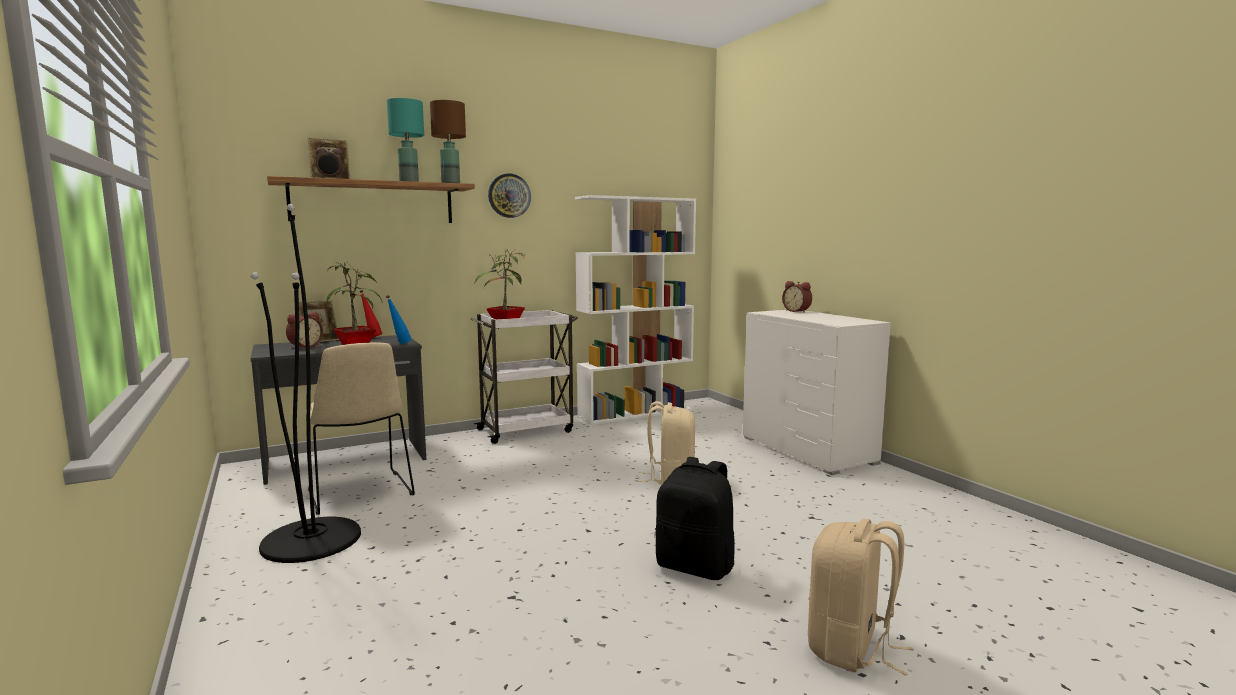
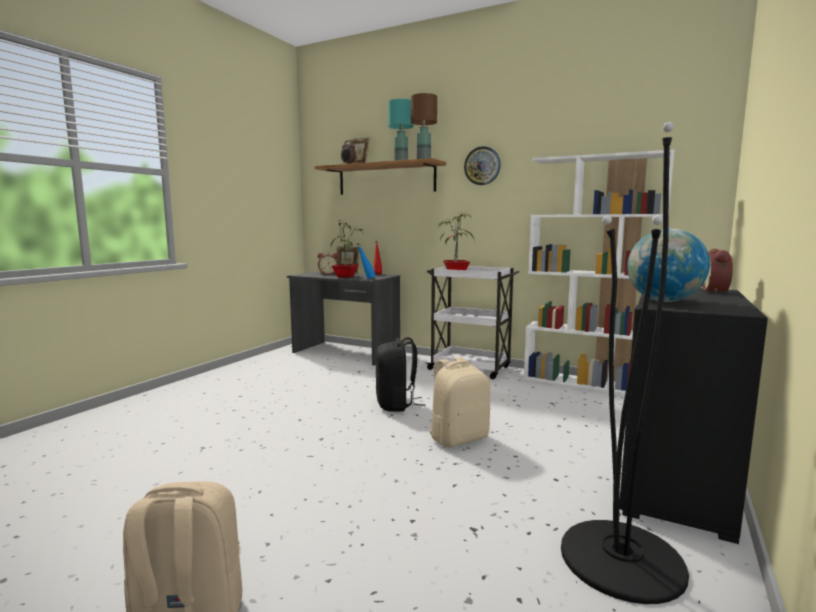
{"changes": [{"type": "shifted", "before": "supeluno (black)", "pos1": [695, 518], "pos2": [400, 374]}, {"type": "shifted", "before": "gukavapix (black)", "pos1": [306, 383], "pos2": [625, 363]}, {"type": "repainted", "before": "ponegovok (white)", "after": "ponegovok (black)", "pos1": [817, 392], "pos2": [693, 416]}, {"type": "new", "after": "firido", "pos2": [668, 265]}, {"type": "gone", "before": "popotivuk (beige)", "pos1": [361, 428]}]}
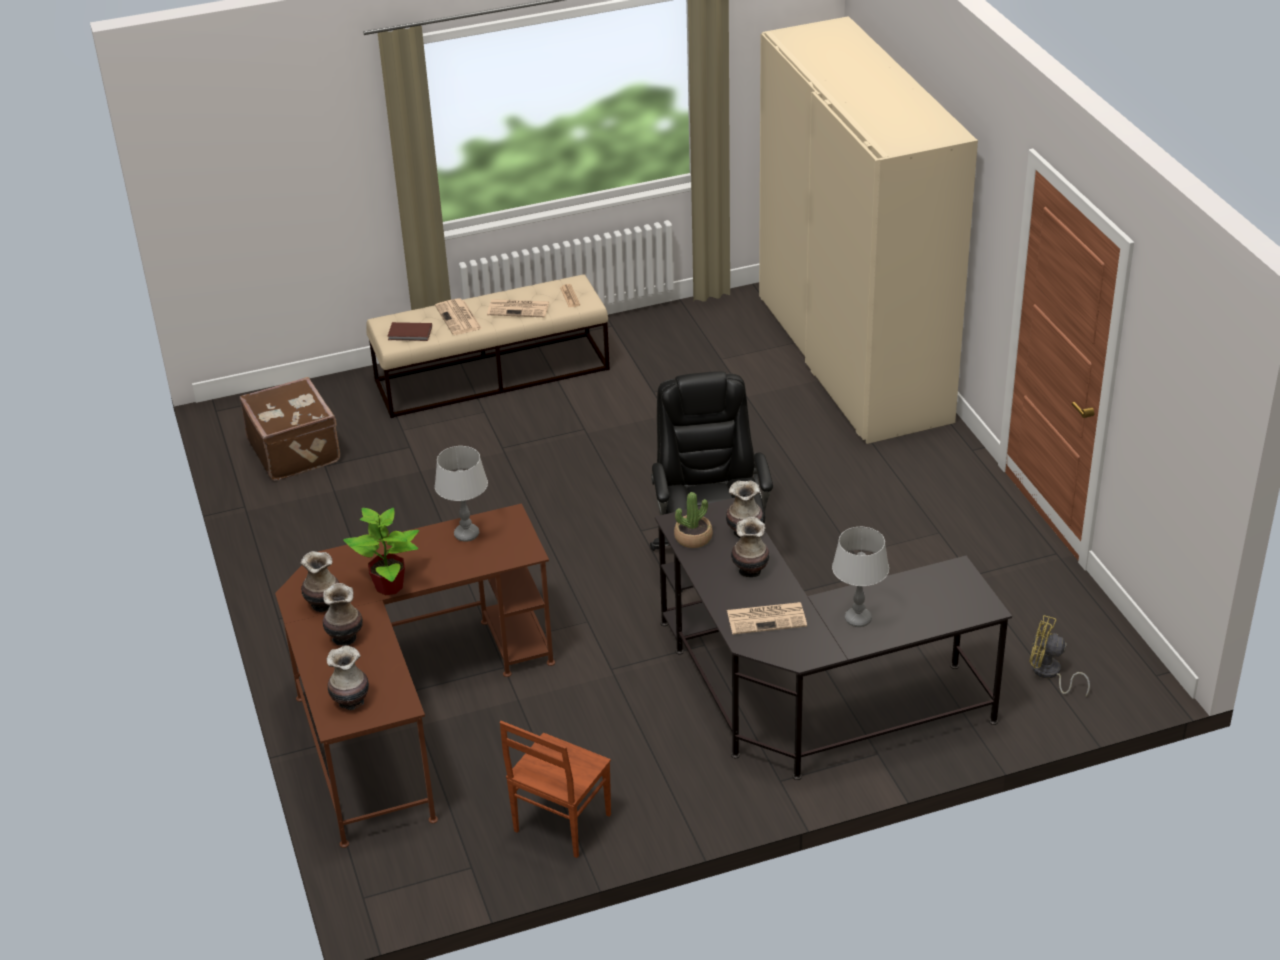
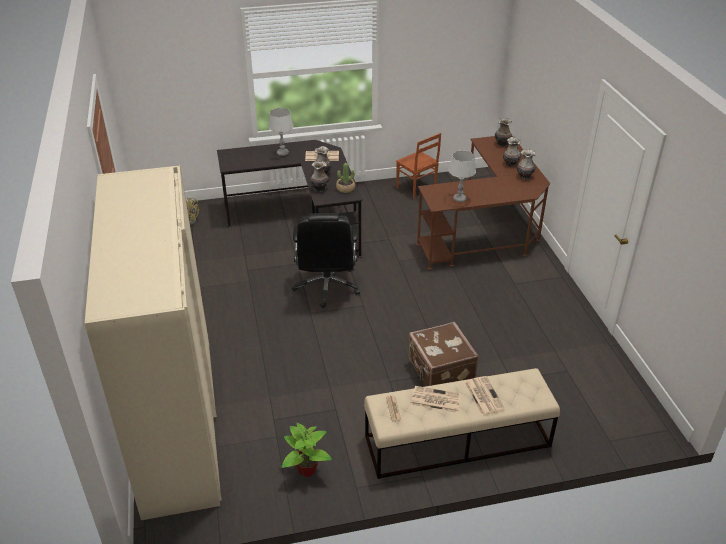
{"changes": [{"type": "shifted", "before": "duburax", "pos1": [381, 551], "pos2": [307, 450]}, {"type": "rotated", "before": "popotivuk (brown)", "pos1": [555, 789], "pos2": [418, 166], "turn": 105}, {"type": "shifted", "before": "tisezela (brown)", "pos1": [290, 429], "pos2": [443, 354]}, {"type": "gone", "before": "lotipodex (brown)", "pos1": [410, 331]}]}
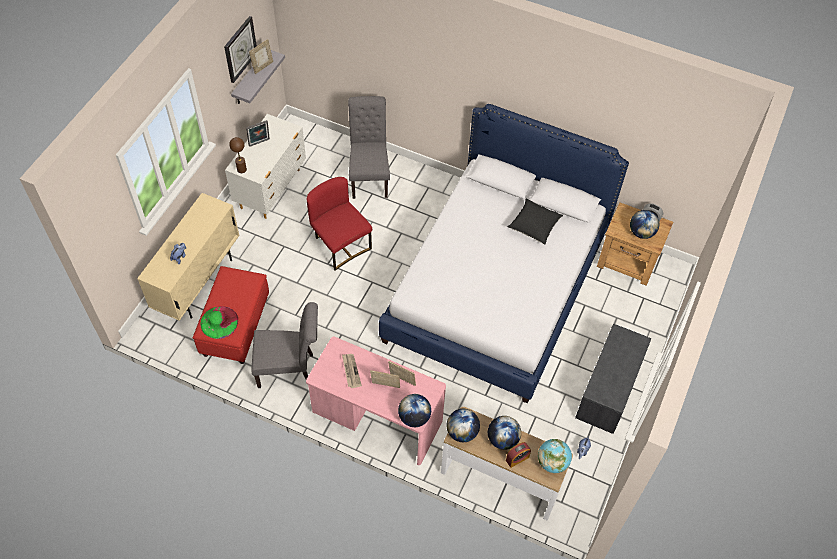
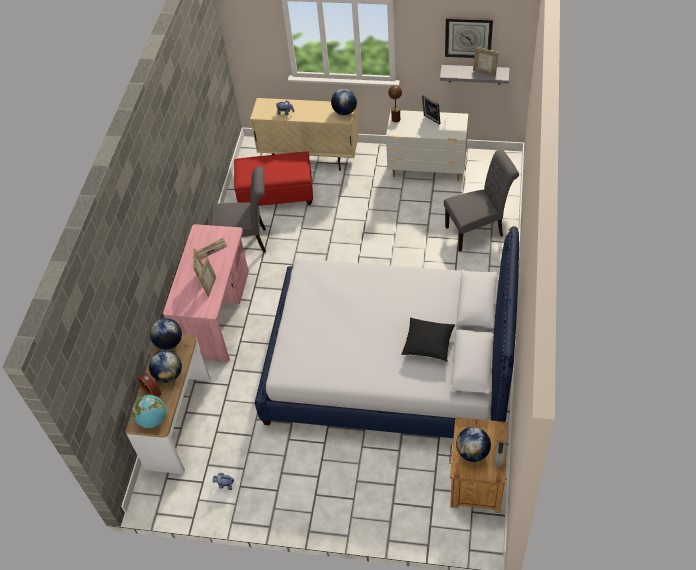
{"changes": [{"type": "rotated", "before": "popotivuk (grey)", "pos1": [284, 345], "pos2": [238, 209], "turn": -75}, {"type": "shifted", "before": "firido", "pos1": [414, 410], "pos2": [344, 102]}, {"type": "gone", "before": "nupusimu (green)", "pos1": [219, 322]}, {"type": "gone", "before": "popotivuk (red)", "pos1": [339, 224]}, {"type": "gone", "before": "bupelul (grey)", "pos1": [613, 379]}]}
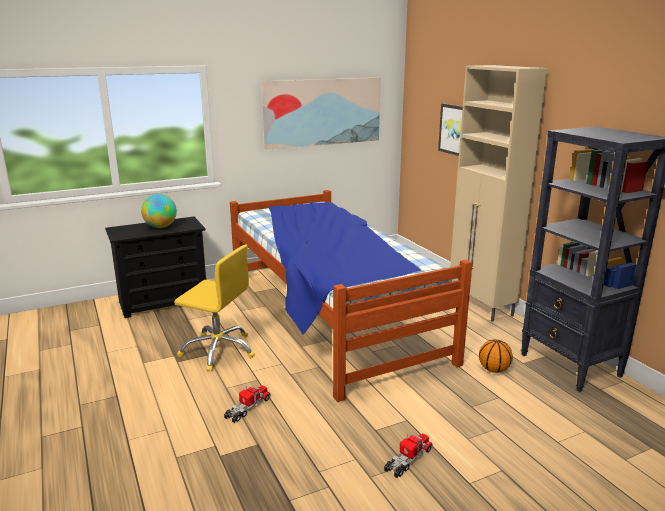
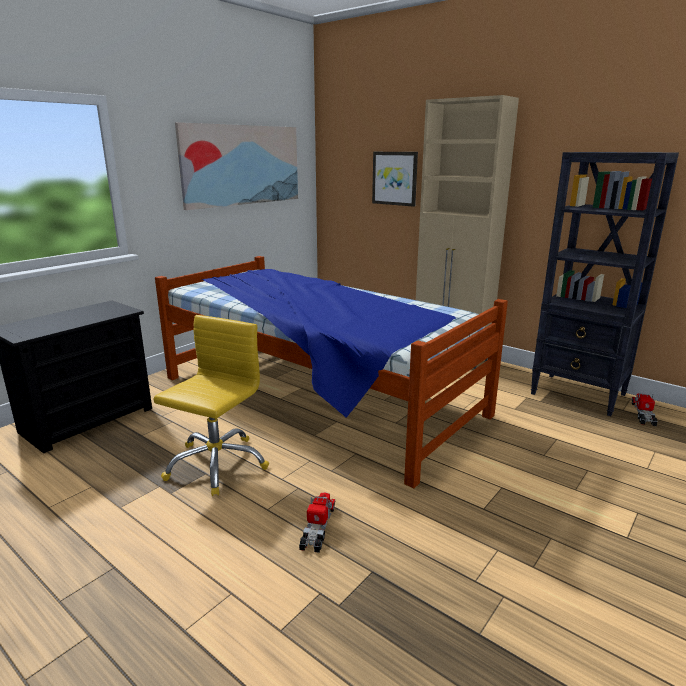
{"changes": [{"type": "rotated", "before": "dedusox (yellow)", "pos1": [214, 308], "pos2": [211, 405], "turn": -60}, {"type": "shifted", "before": "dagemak", "pos1": [408, 455], "pos2": [644, 409]}, {"type": "gone", "before": "firido", "pos1": [159, 211]}, {"type": "gone", "before": "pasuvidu", "pos1": [496, 356]}]}
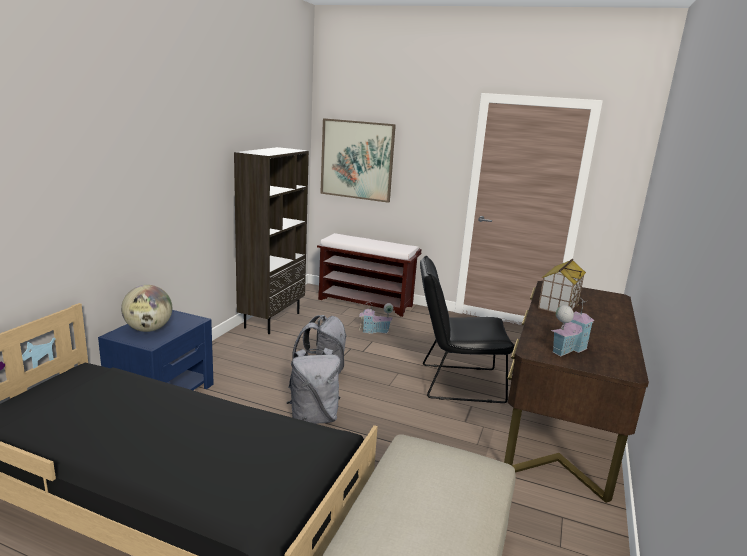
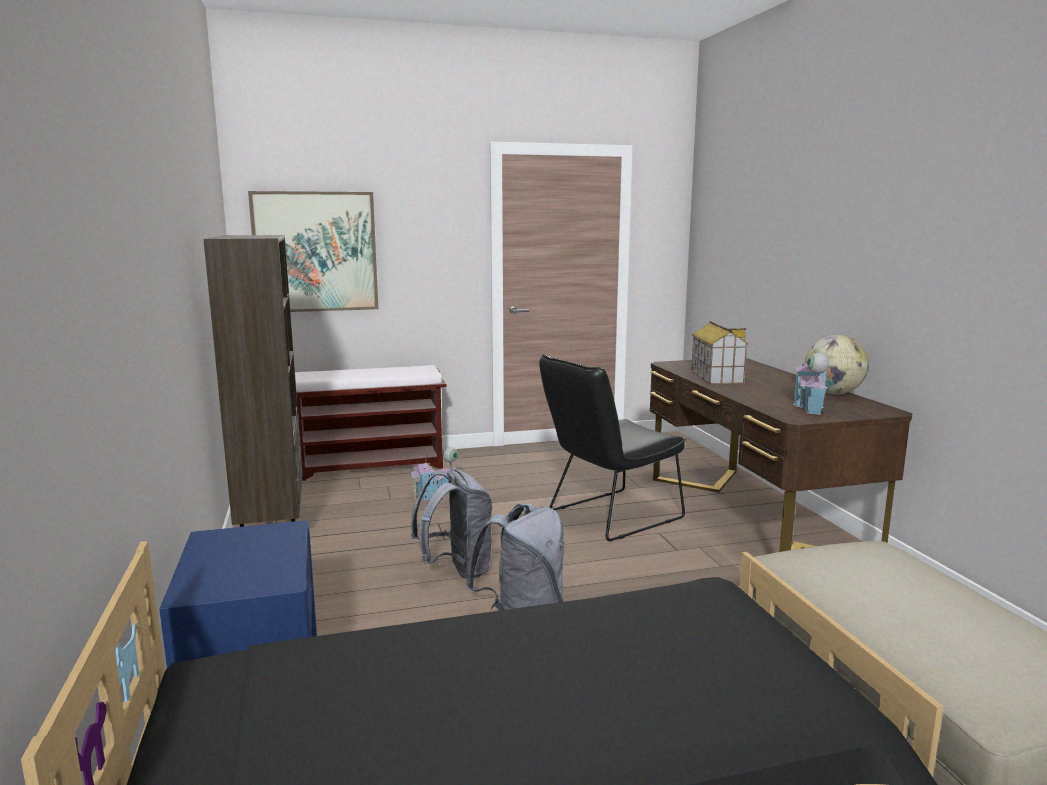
{"changes": [{"type": "shifted", "before": "firido", "pos1": [146, 308], "pos2": [837, 364]}]}
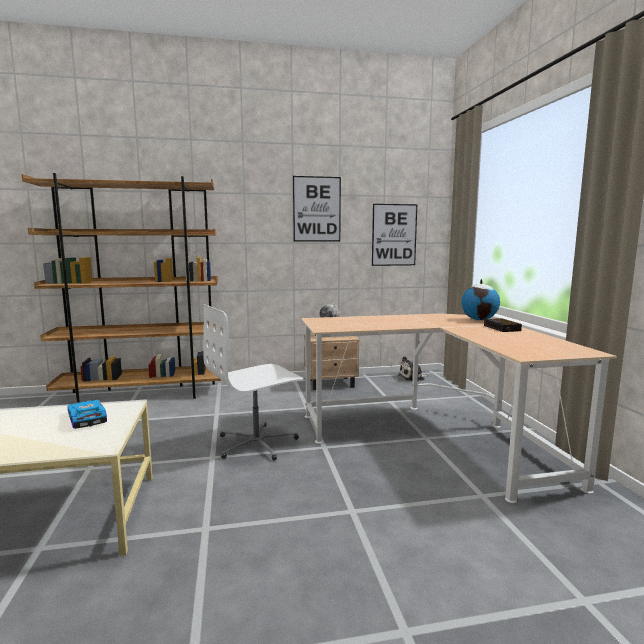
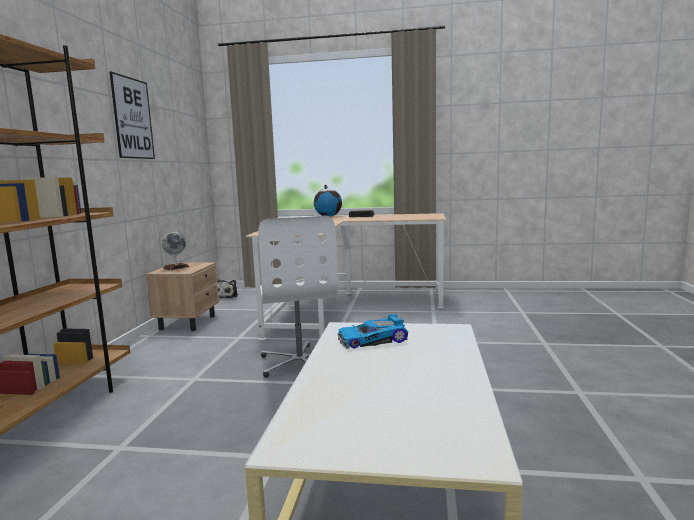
{"changes": [{"type": "gone", "before": "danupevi", "pos1": [394, 235]}]}
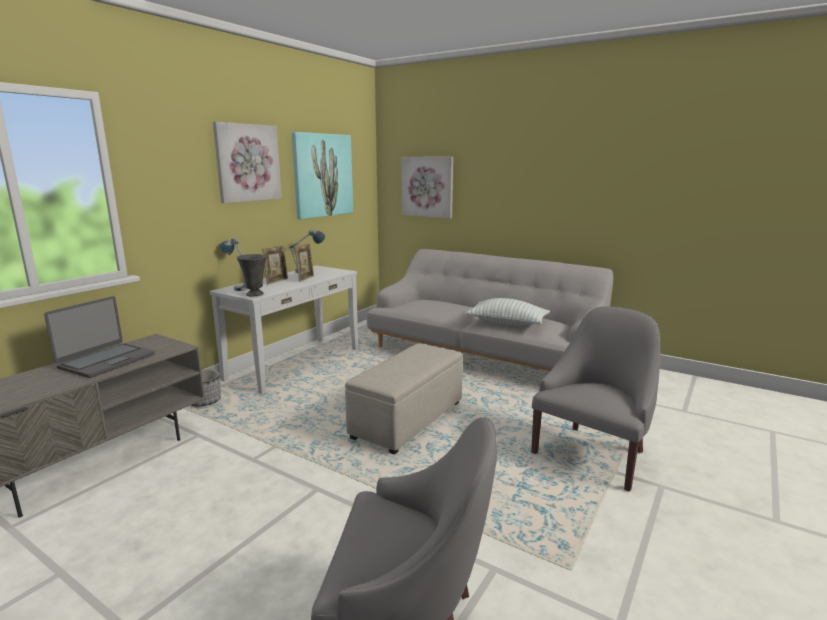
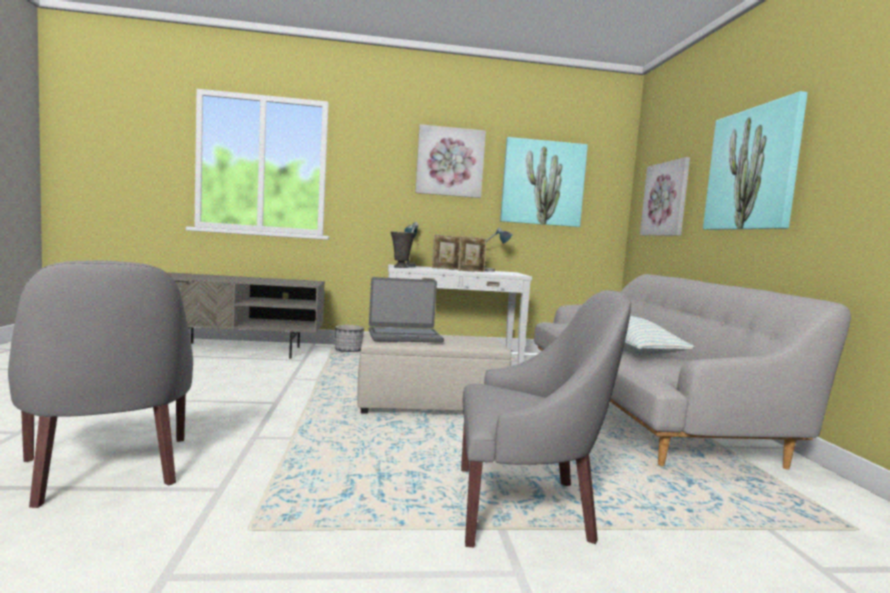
{"changes": [{"type": "shifted", "before": "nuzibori", "pos1": [99, 337], "pos2": [406, 310]}, {"type": "new", "after": "danupevi", "pos2": [755, 160]}]}
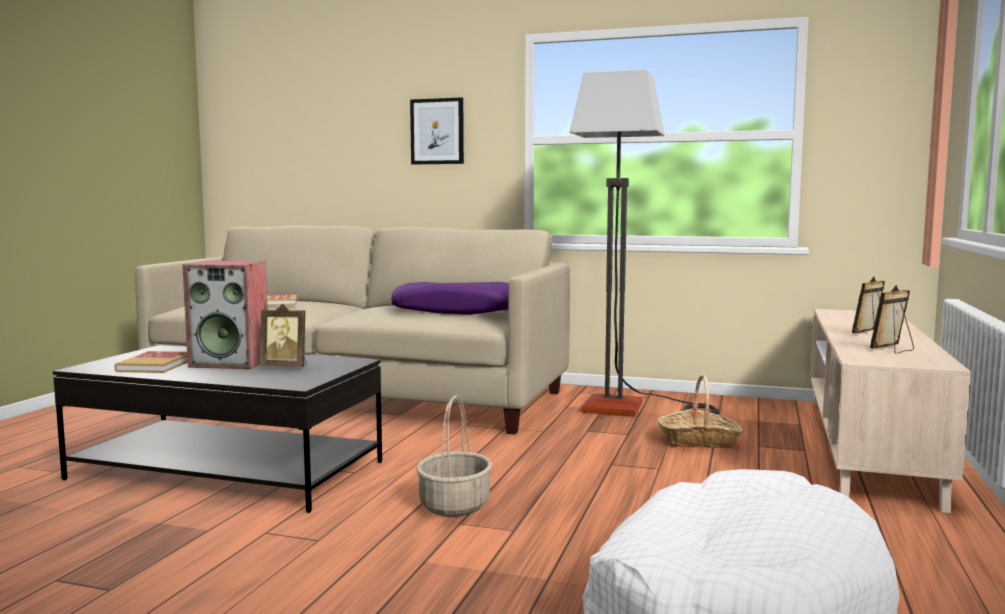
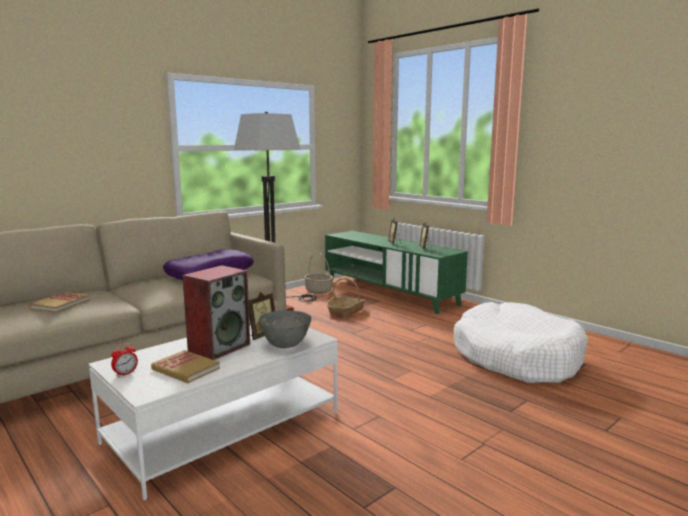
{"changes": [{"type": "repainted", "before": "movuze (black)", "after": "movuze (white)", "pos1": [217, 429], "pos2": [213, 410]}, {"type": "new", "after": "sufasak", "pos2": [124, 360]}, {"type": "new", "after": "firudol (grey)", "pos2": [285, 329]}, {"type": "shifted", "before": "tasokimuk", "pos1": [454, 456], "pos2": [318, 273]}, {"type": "repainted", "before": "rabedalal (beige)", "after": "rabedalal (green)", "pos1": [890, 411], "pos2": [396, 272]}, {"type": "gone", "before": "danupevi", "pos1": [437, 131]}]}
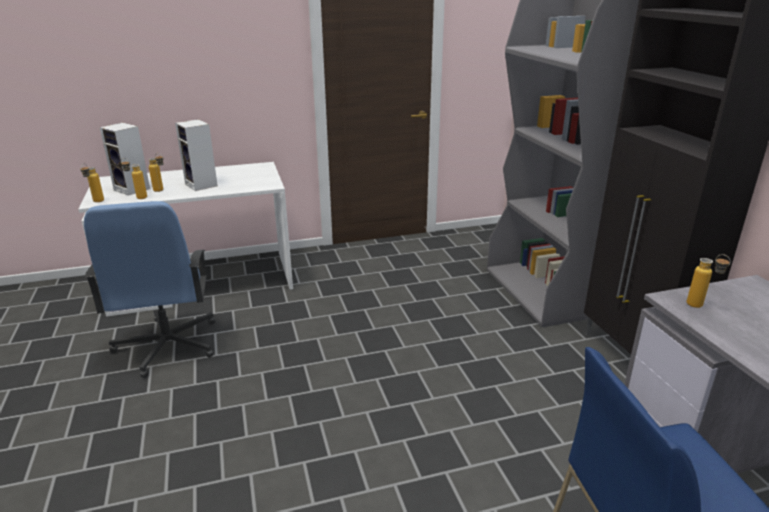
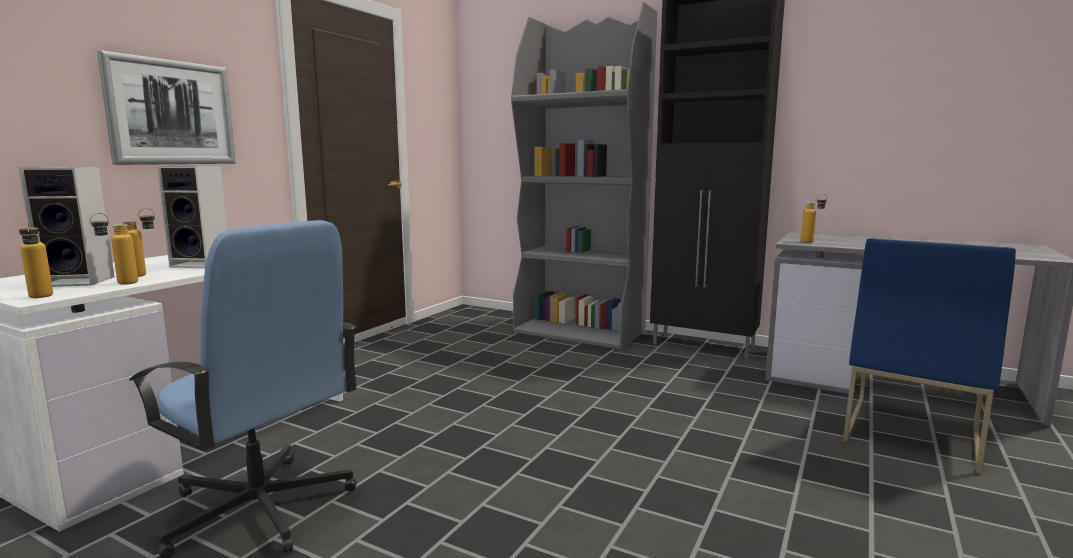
{"changes": [{"type": "new", "after": "danupevi", "pos2": [166, 107]}]}
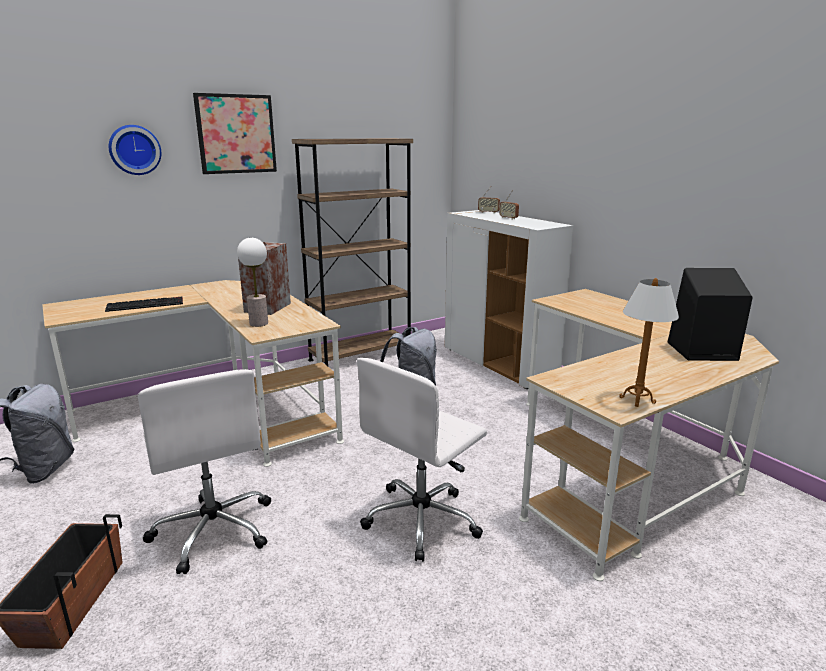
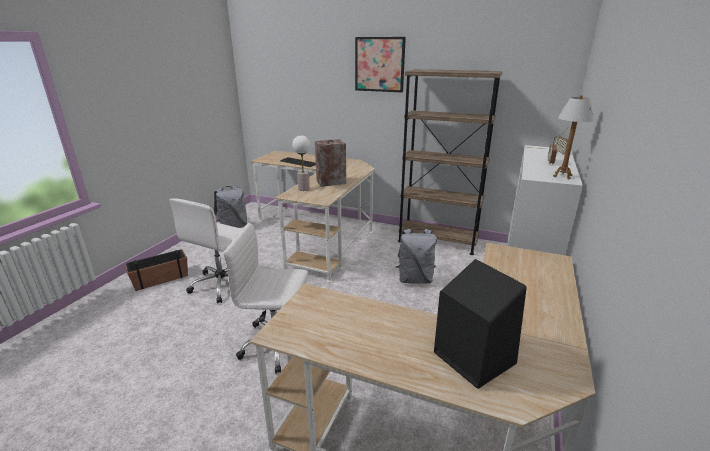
{"changes": [{"type": "shifted", "before": "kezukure", "pos1": [649, 342], "pos2": [573, 137]}, {"type": "gone", "before": "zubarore", "pos1": [135, 150]}]}
